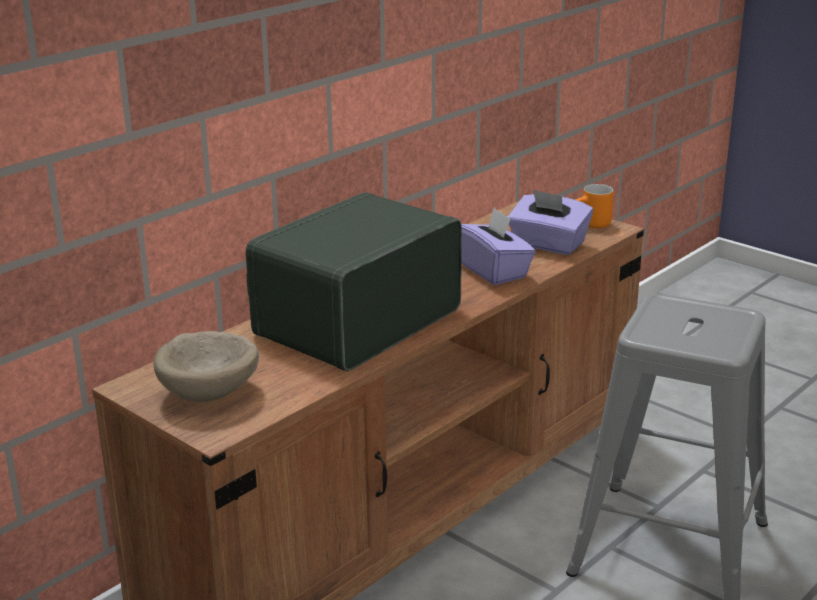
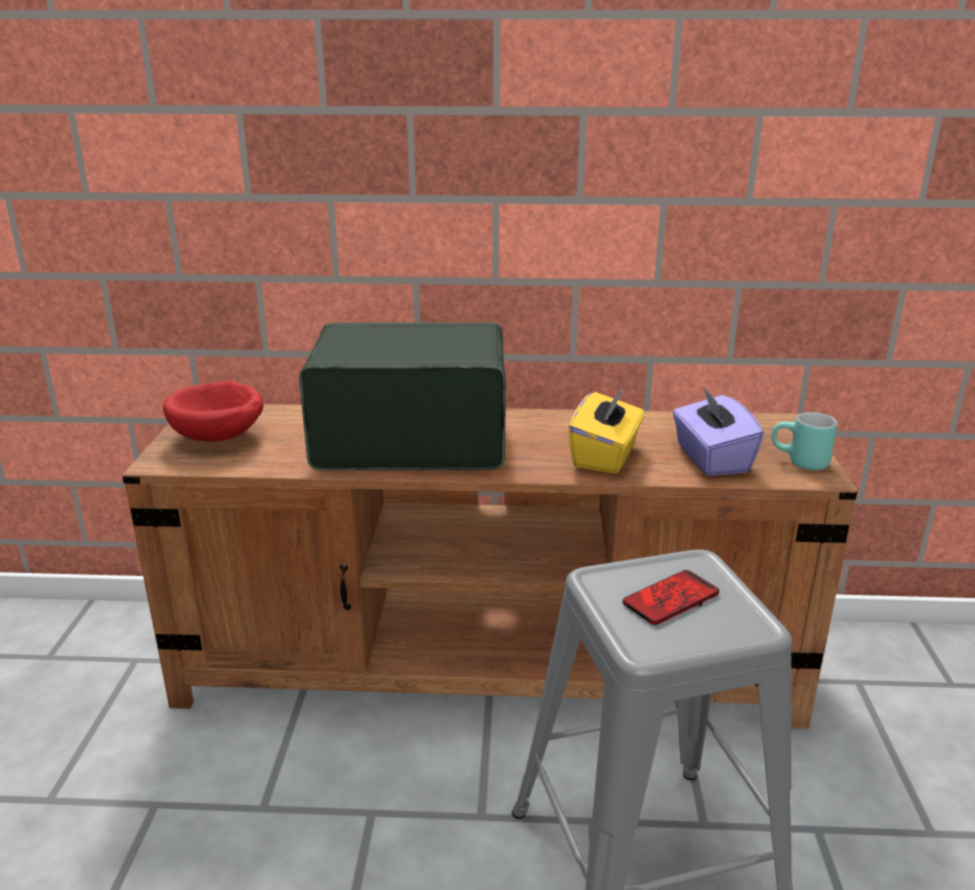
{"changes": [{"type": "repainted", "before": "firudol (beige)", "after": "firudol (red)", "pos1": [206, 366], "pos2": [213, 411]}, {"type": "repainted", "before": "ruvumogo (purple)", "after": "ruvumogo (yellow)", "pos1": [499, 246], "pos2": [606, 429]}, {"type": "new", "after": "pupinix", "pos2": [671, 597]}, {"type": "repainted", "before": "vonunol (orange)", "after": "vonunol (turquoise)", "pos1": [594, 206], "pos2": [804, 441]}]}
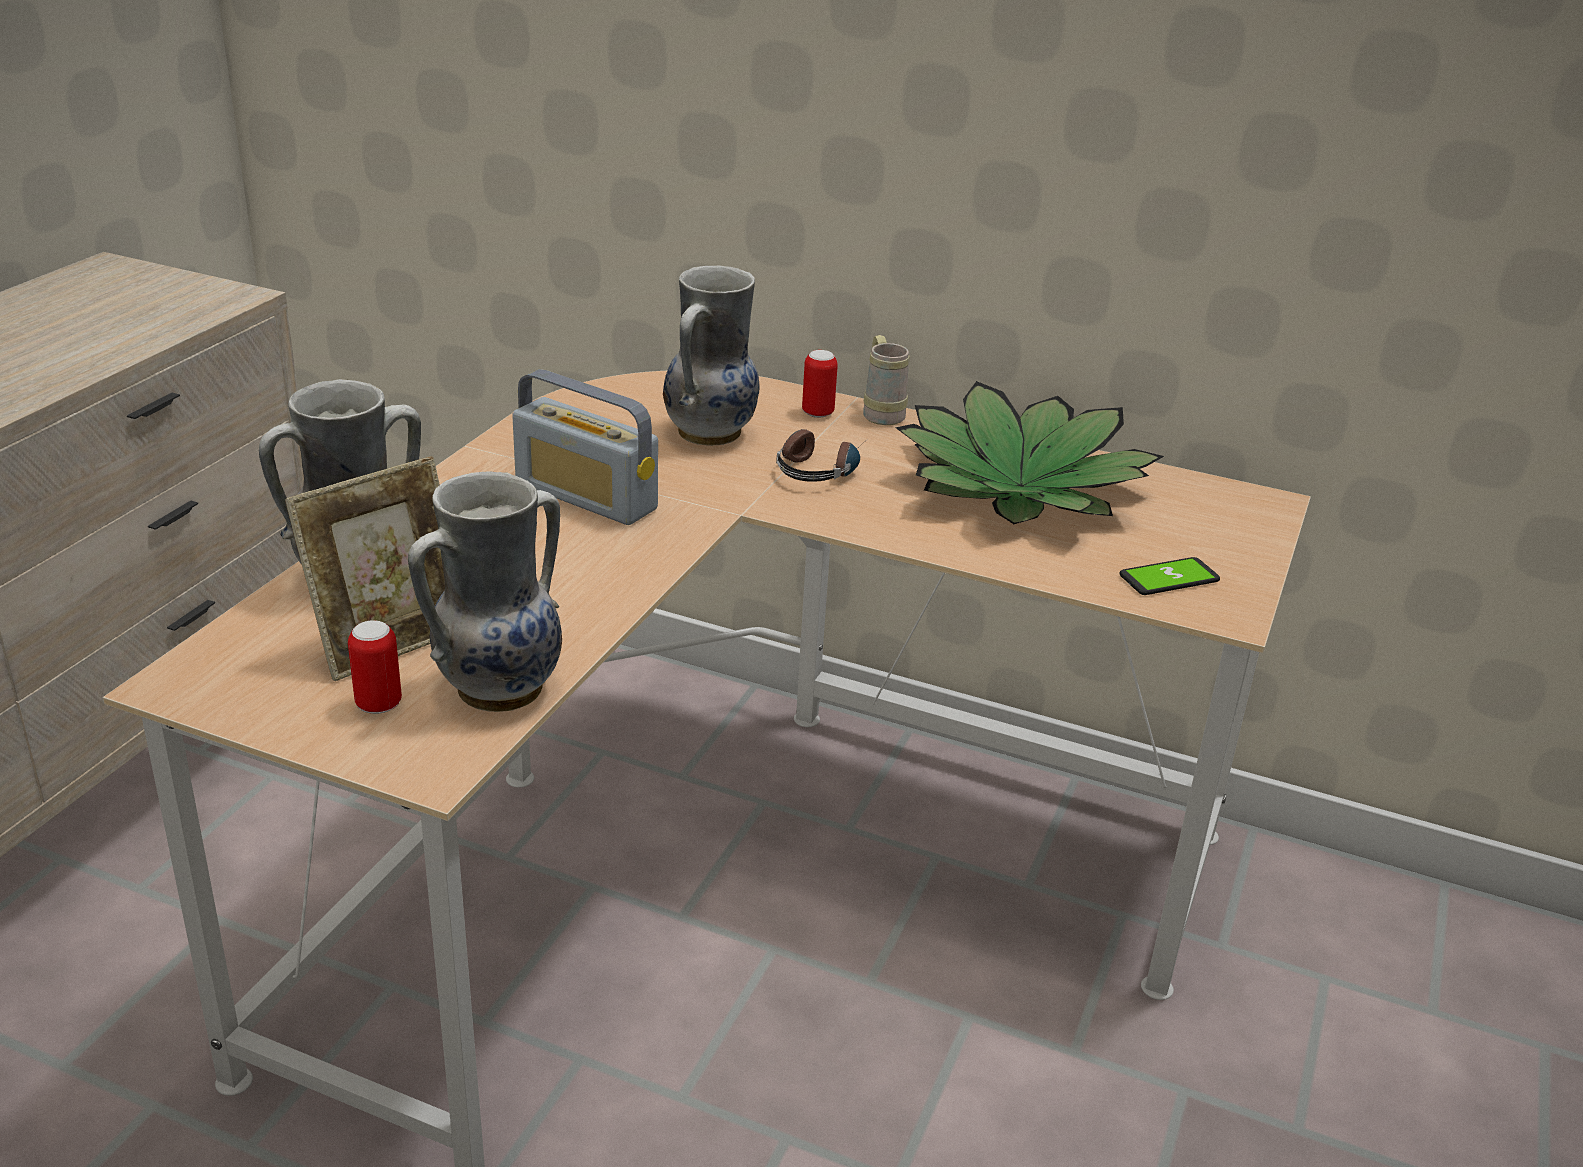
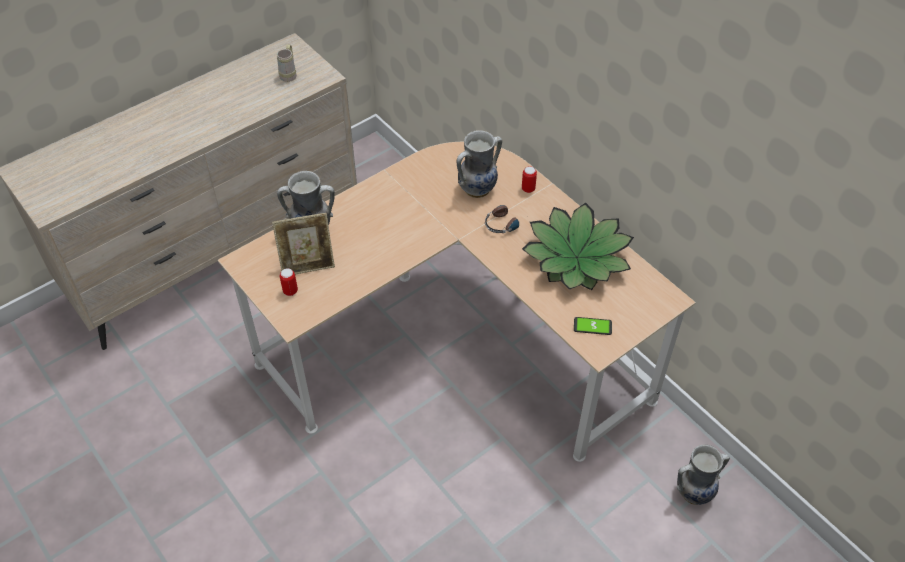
{"changes": [{"type": "shifted", "before": "vonunol (beige)", "pos1": [886, 380], "pos2": [287, 63]}, {"type": "shifted", "before": "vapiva", "pos1": [485, 592], "pos2": [703, 475]}, {"type": "gone", "before": "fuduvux", "pos1": [585, 447]}]}
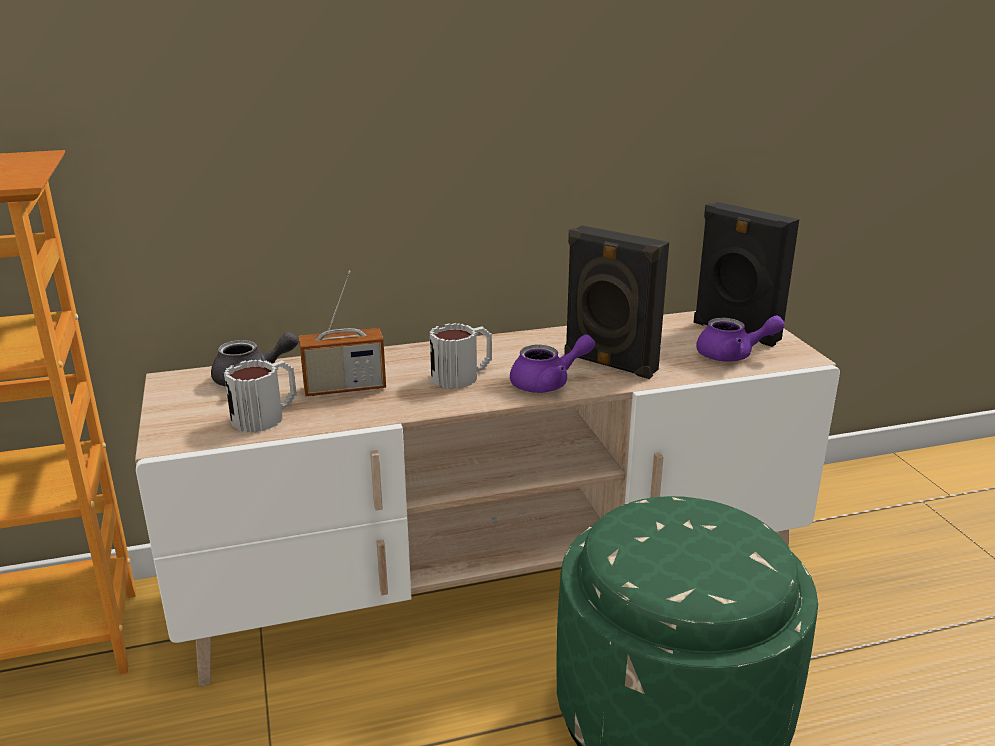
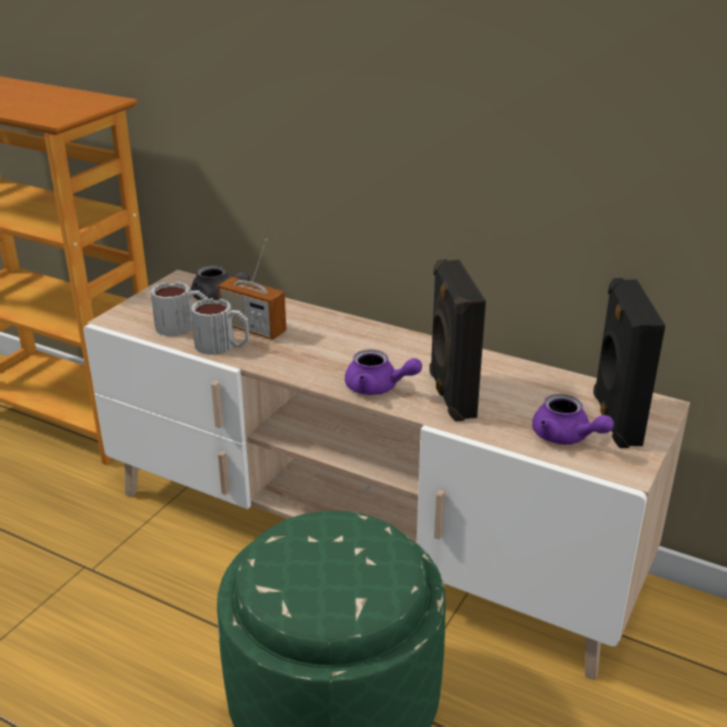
{"changes": [{"type": "shifted", "before": "vonunol", "pos1": [461, 356], "pos2": [220, 326]}]}
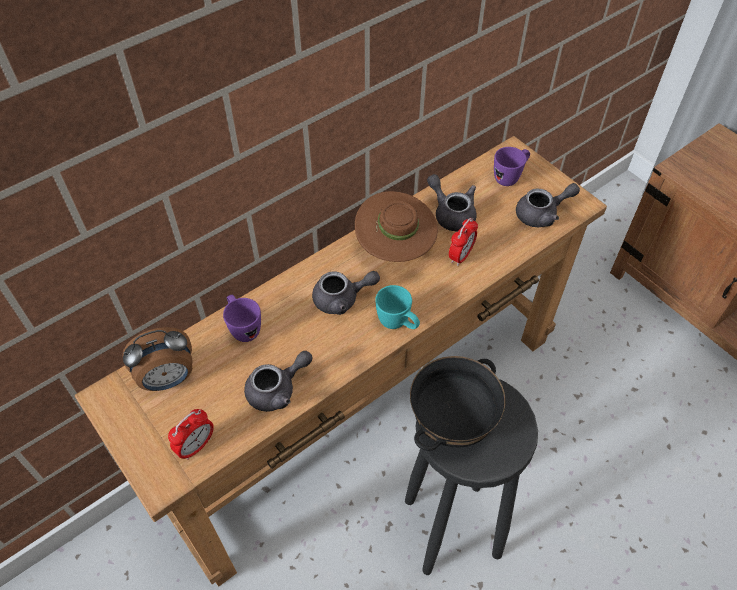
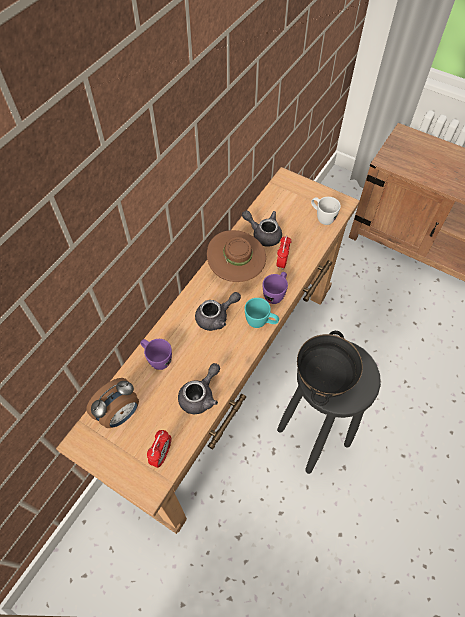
{"changes": [{"type": "shifted", "before": "vonunol (purple)", "pos1": [512, 166], "pos2": [275, 288]}, {"type": "swapped", "before": "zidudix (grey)", "after": "vonunol (white)", "pos1": [548, 205], "pos2": [326, 211]}]}
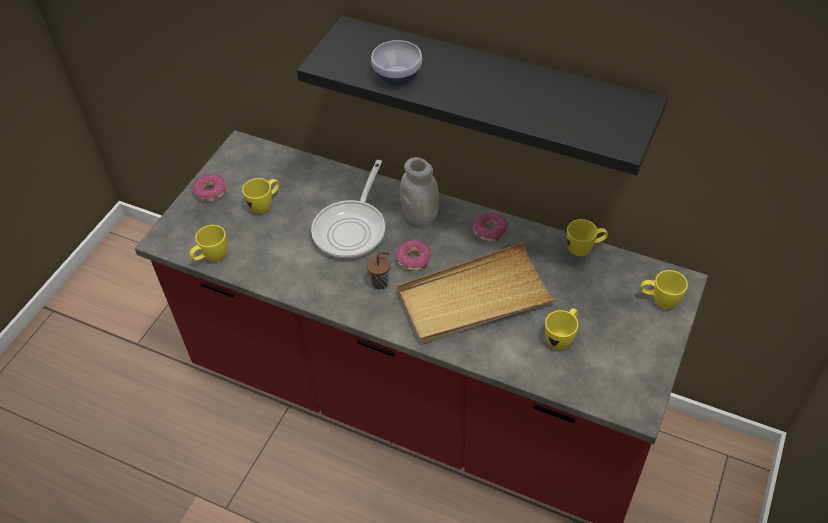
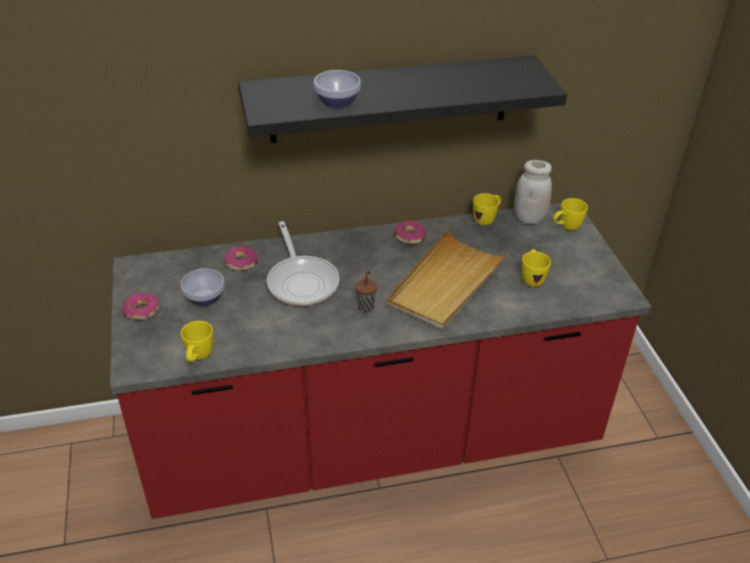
{"changes": [{"type": "swapped", "before": "vonunol (yellow)", "after": "firudol", "pos1": [260, 195], "pos2": [202, 288]}, {"type": "shifted", "before": "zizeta", "pos1": [413, 255], "pos2": [241, 258]}, {"type": "shifted", "before": "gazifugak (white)", "pos1": [419, 191], "pos2": [533, 192]}]}
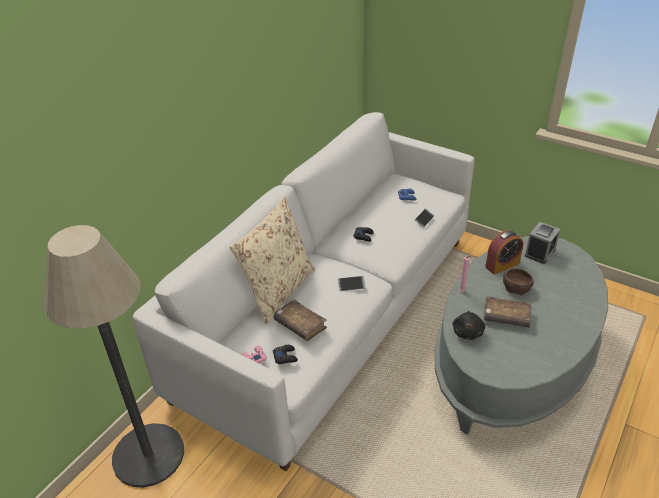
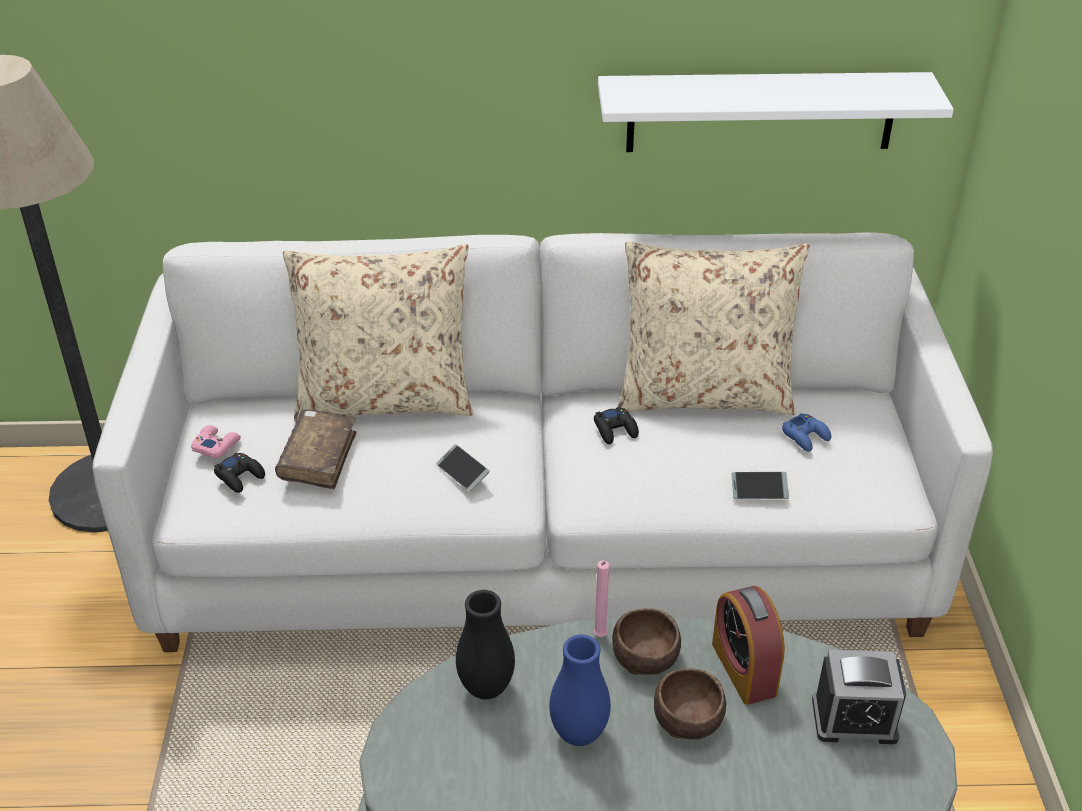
{"changes": [{"type": "swapped", "before": "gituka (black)", "after": "vapiva (black)", "pos1": [469, 325], "pos2": [485, 644]}, {"type": "swapped", "before": "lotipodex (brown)", "after": "vapiva (blue)", "pos1": [508, 312], "pos2": [580, 690]}, {"type": "new", "after": "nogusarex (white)", "pos2": [776, 112]}, {"type": "new", "after": "firudol (brown)", "pos2": [646, 641]}, {"type": "new", "after": "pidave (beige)", "pos2": [713, 328]}, {"type": "rotated", "before": "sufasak", "pos1": [504, 252], "pos2": [748, 645], "turn": 45}]}
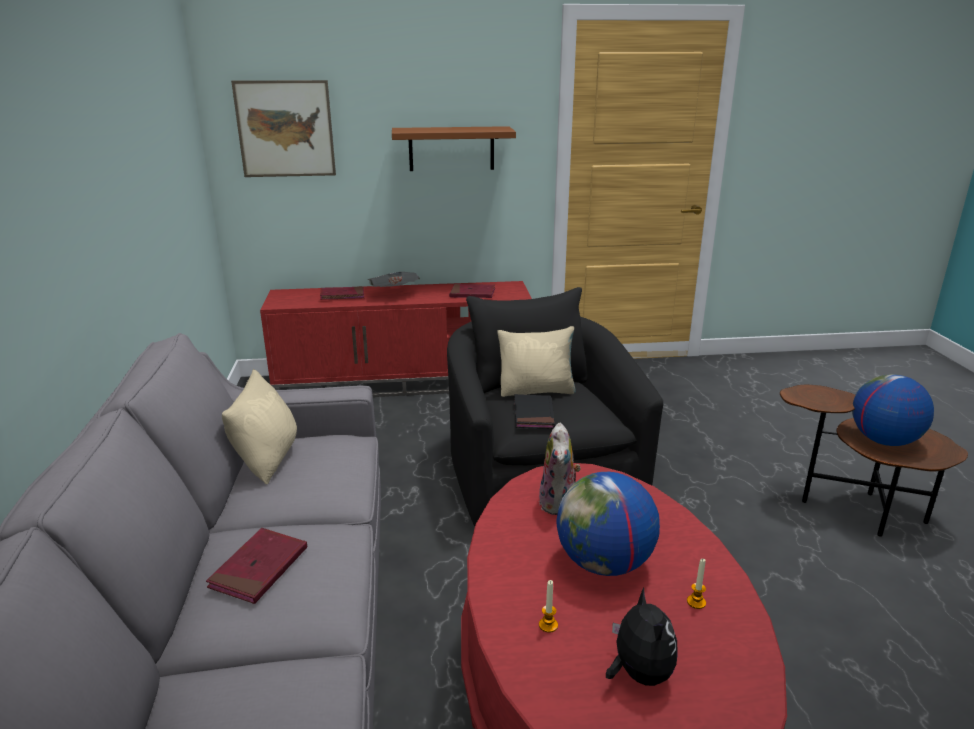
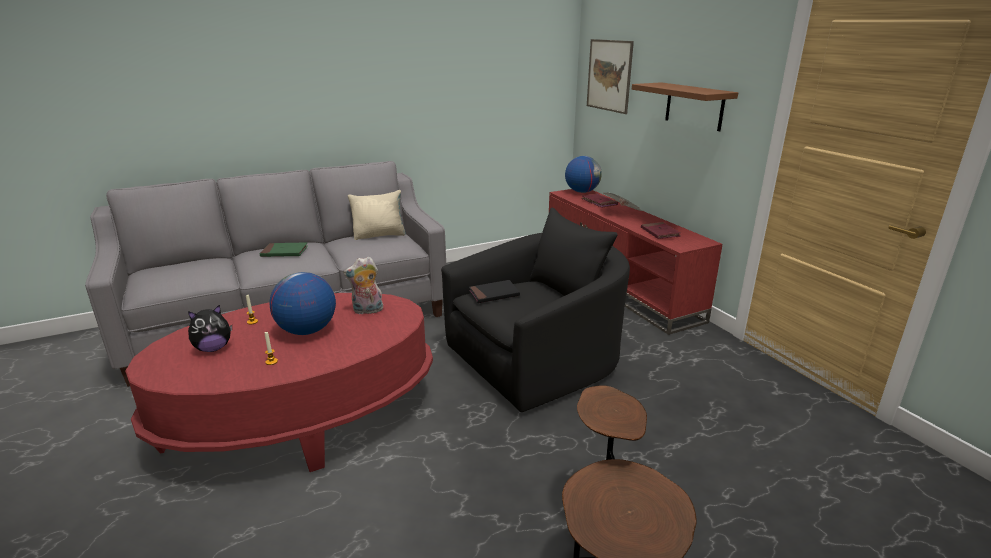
{"changes": [{"type": "repainted", "before": "lotipodex (red)", "after": "lotipodex (green)", "pos1": [256, 566], "pos2": [283, 249]}, {"type": "shifted", "before": "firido", "pos1": [893, 410], "pos2": [583, 174]}, {"type": "gone", "before": "pidave (beige)", "pos1": [536, 361]}]}
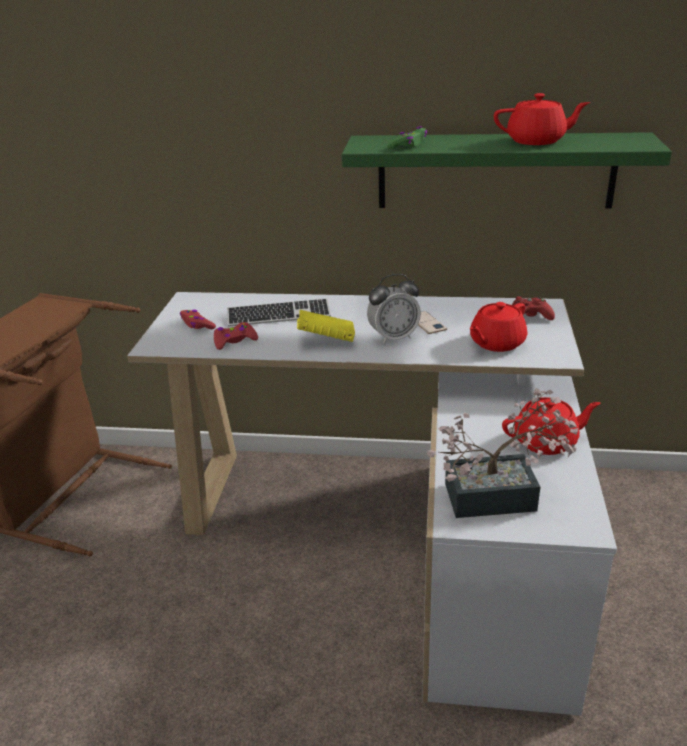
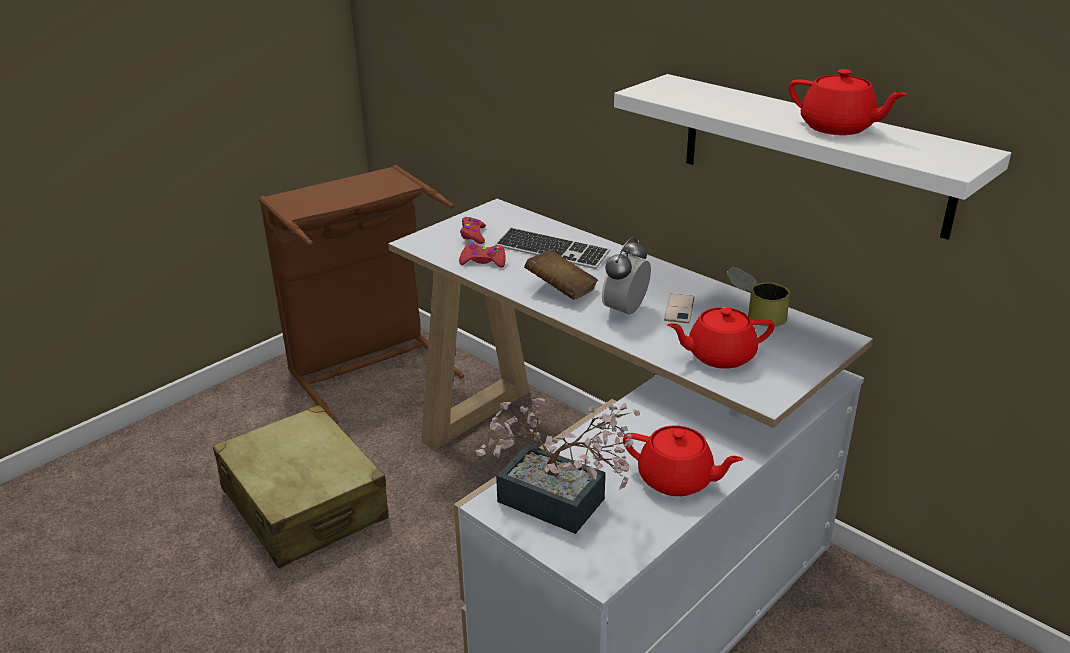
{"changes": [{"type": "new", "after": "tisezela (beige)", "pos2": [301, 486]}, {"type": "repainted", "before": "lotipodex (yellow)", "after": "lotipodex (brown)", "pos1": [326, 326], "pos2": [561, 275]}, {"type": "rotated", "before": "sufasak", "pos1": [394, 309], "pos2": [626, 276], "turn": 105}, {"type": "repainted", "before": "nogusarex (green)", "after": "nogusarex (white)", "pos1": [507, 170], "pos2": [812, 157]}, {"type": "new", "after": "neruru", "pos2": [759, 297]}, {"type": "gone", "before": "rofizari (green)", "pos1": [407, 137]}, {"type": "gone", "before": "rofizari (red)", "pos1": [533, 308]}]}
